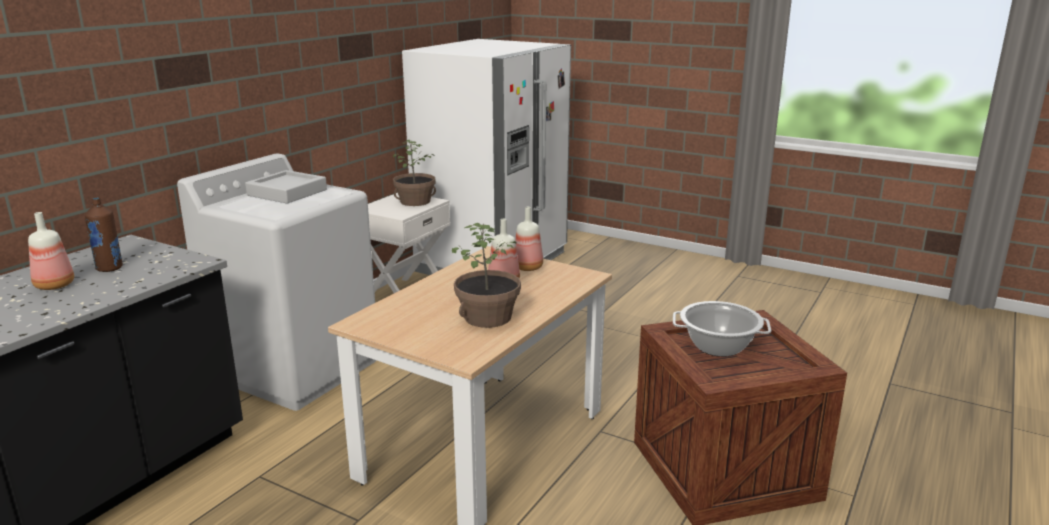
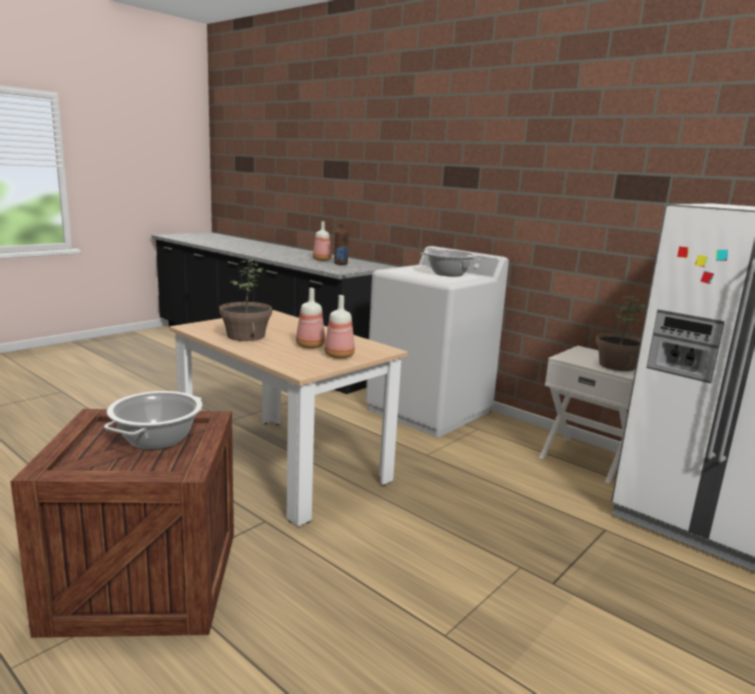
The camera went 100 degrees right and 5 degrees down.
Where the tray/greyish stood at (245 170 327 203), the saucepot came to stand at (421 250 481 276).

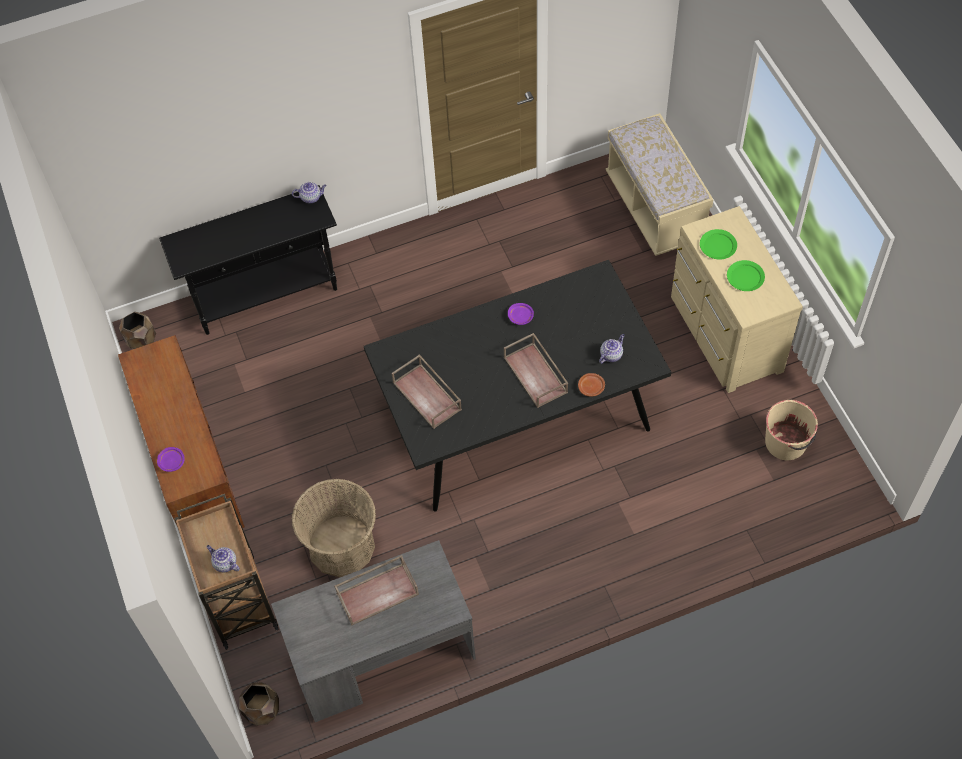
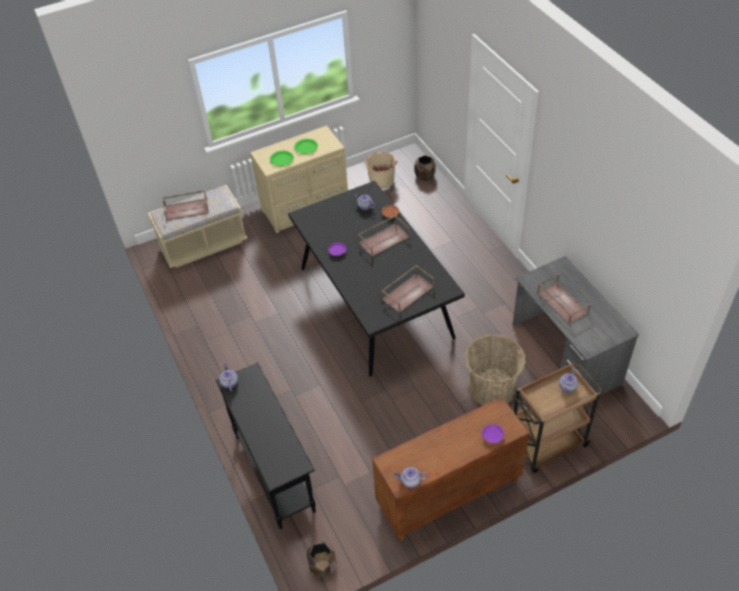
The camera went 95 degrees left and 10 degrees down.
The second view gained the tray/brownish at (163 190 209 221).
The second view gained the pot for tea at (394 467 427 488).
The plant pot/brownish ended up elsewhere, having gone from (239 682 279 726) to (414 155 436 181).

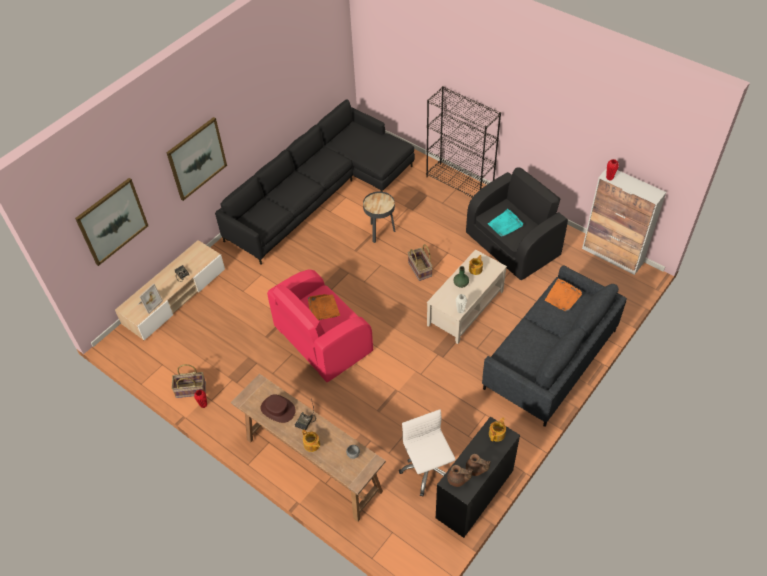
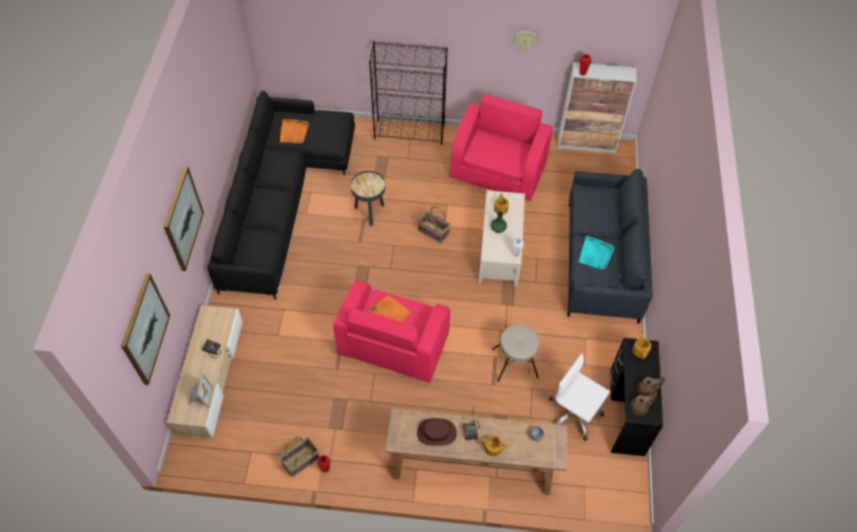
The camera went 35 degrees left and 5 degrees up.
The tray/orange ended up elsewhere, having gone from (545 279 582 311) to (280 119 309 144).
What was the lounge chair/blackish at (466 167 568 280) turned into the lounge chair/pinkish at (450 95 553 201).
The second view gained the stool seat/beige-coloured at (492 324 539 382).
The second view gained the clock on the wall at (513 31 538 51).
The tray/blue-green ended up elsewhere, having gone from (488 209 523 236) to (579 236 614 270).

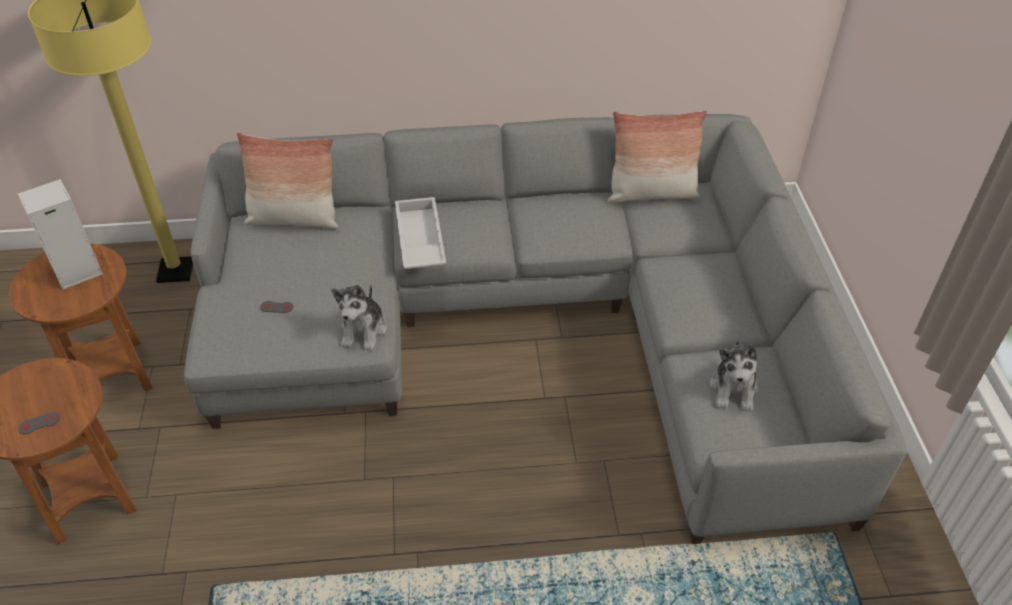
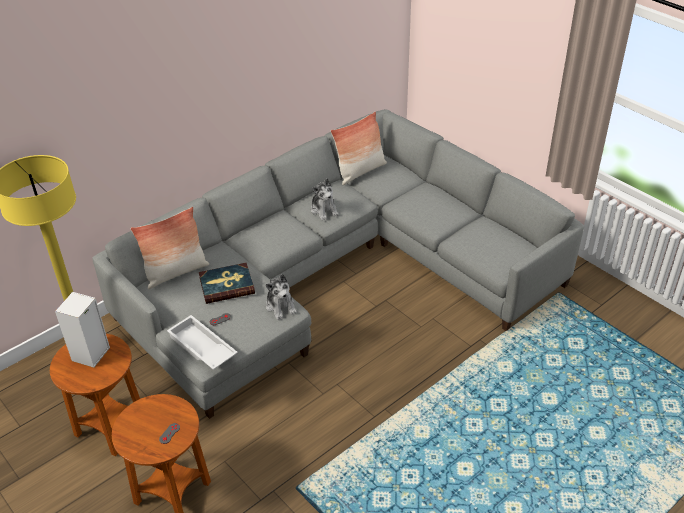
The camera went 35 degrees left and 5 degrees down.
The tray/whitish ended up elsewhere, having gone from (395 197 446 269) to (167 315 238 370).
The second view gained the book at (199 263 255 304).
The soft toy ended up elsewhere, having gone from (710 339 759 412) to (311 178 339 221).

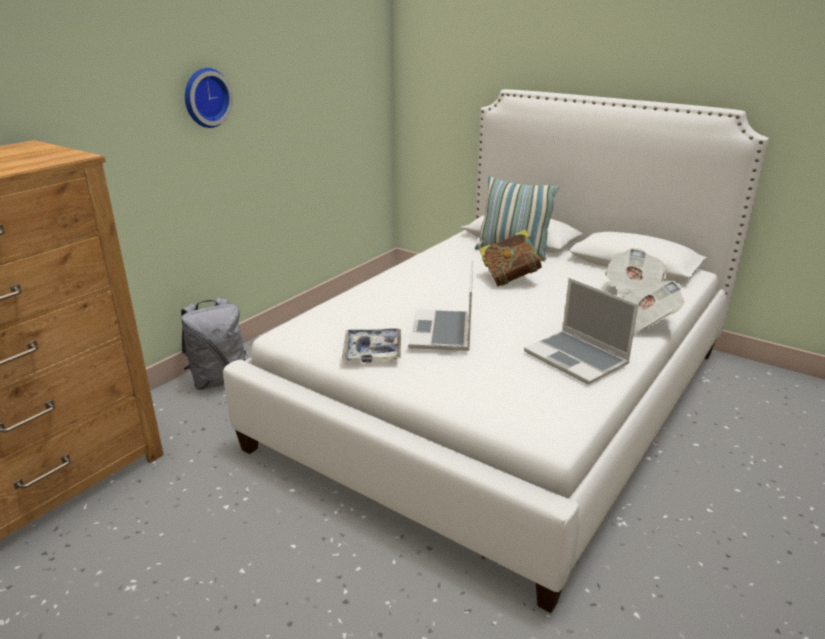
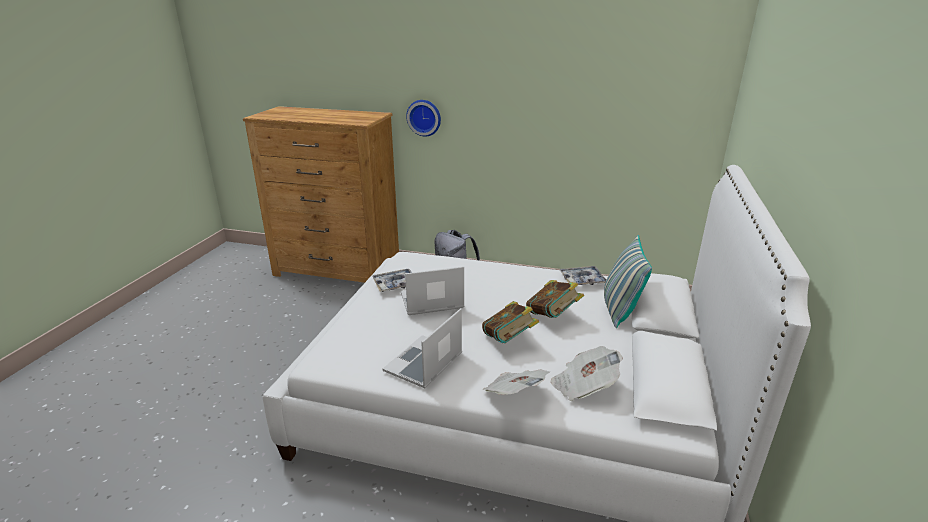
The camera went 70 degrees right and 0 degrees up.
The clock on the wall ended up elsewhere, having gone from (185 68 233 128) to (406 100 441 137).
The second view gained the book at (482 301 539 343).
The second view gained the tray at (559 266 606 285).

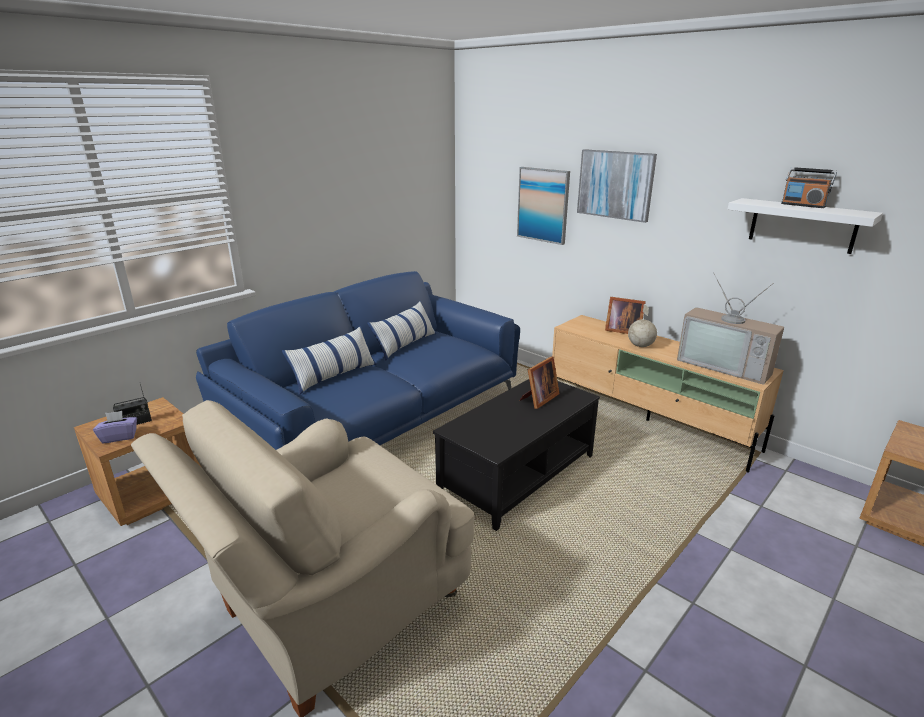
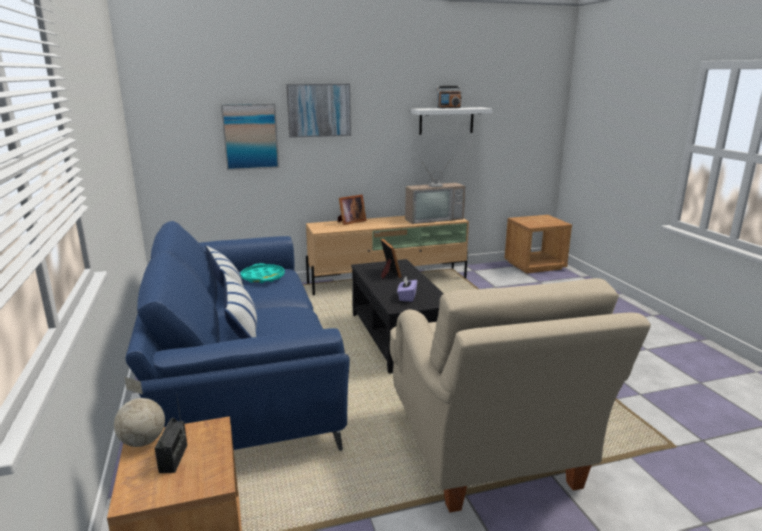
The camera went 60 degrees left and 5 degrees down.
The world globe ended up elsewhere, having gone from (628 304 657 347) to (114 377 165 447).
The second view gained the tray/blue-green at (241 263 285 283).
The tissue box/purple-coloured ended up elsewhere, having gone from (93 411 137 443) to (397 276 417 302).

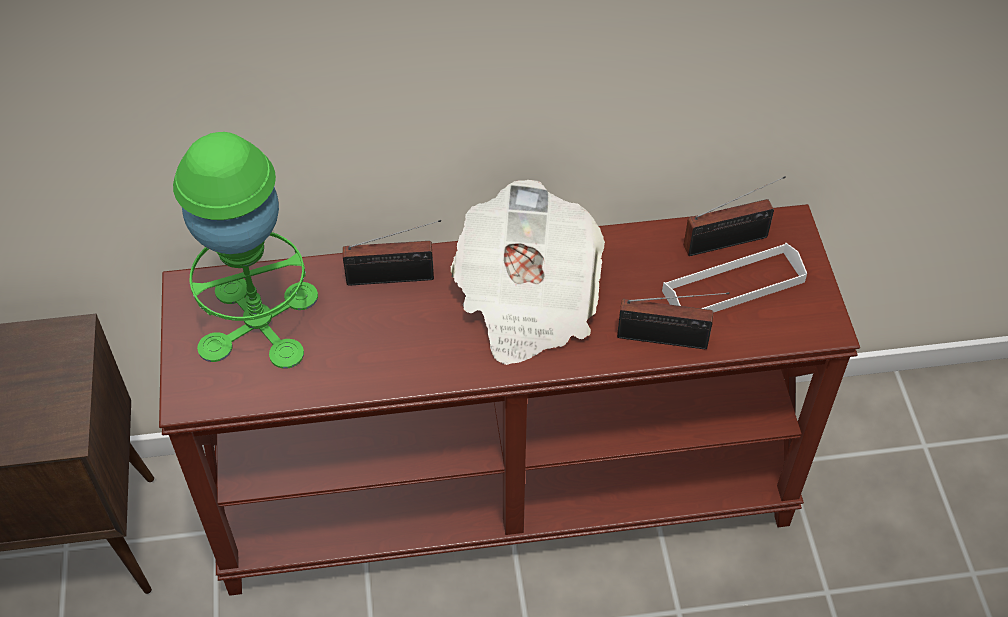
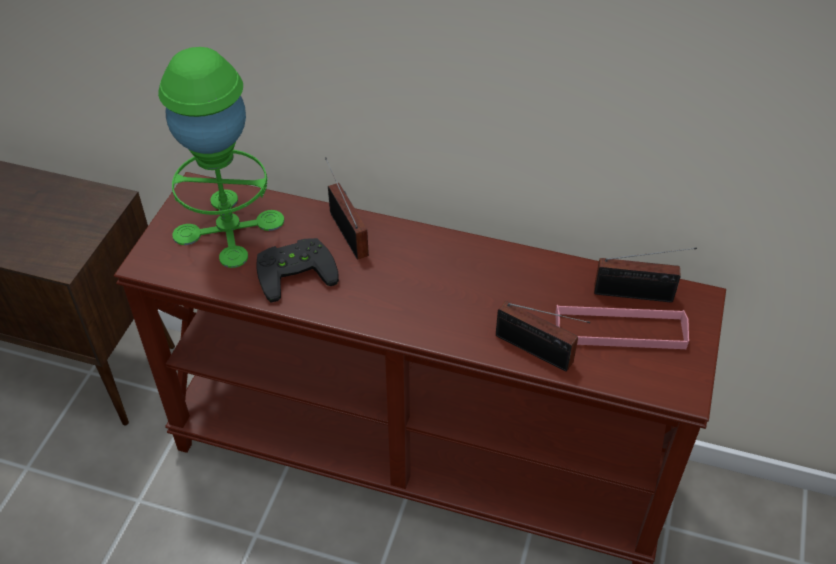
The camera went 25 degrees right and 5 degrees down.
The second view gained the joypad/blackish at (256 238 339 302).
The radio at (343 220 441 286) ended up facing another way, 135 degrees counterclockwise from before.
What was the tray/whitish at (662 243 807 313) turned into the tray/pinkish at (555 305 689 349).
The second view lost the printed paper at (451 180 605 365).

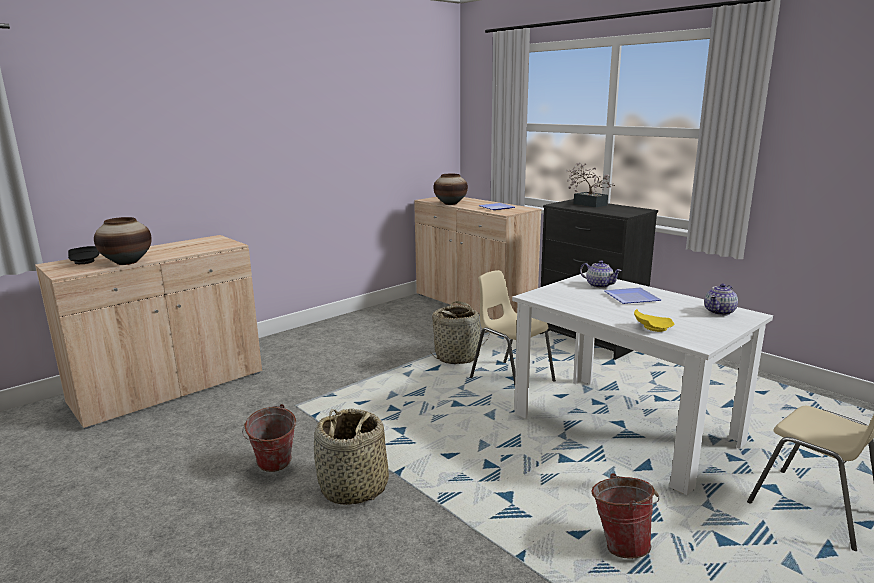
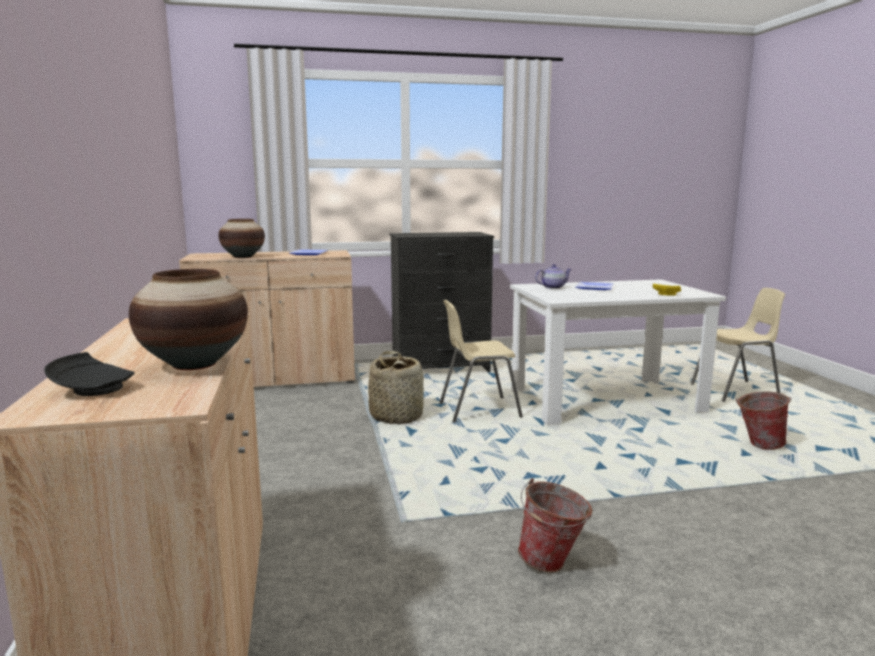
The camera went 60 degrees left and 5 degrees down.
The second view lost the storage basket at (314 409 389 505).
The second view lost the houseplant at (566 163 615 207).
The second view lost the pot for tea at (704 284 738 316).

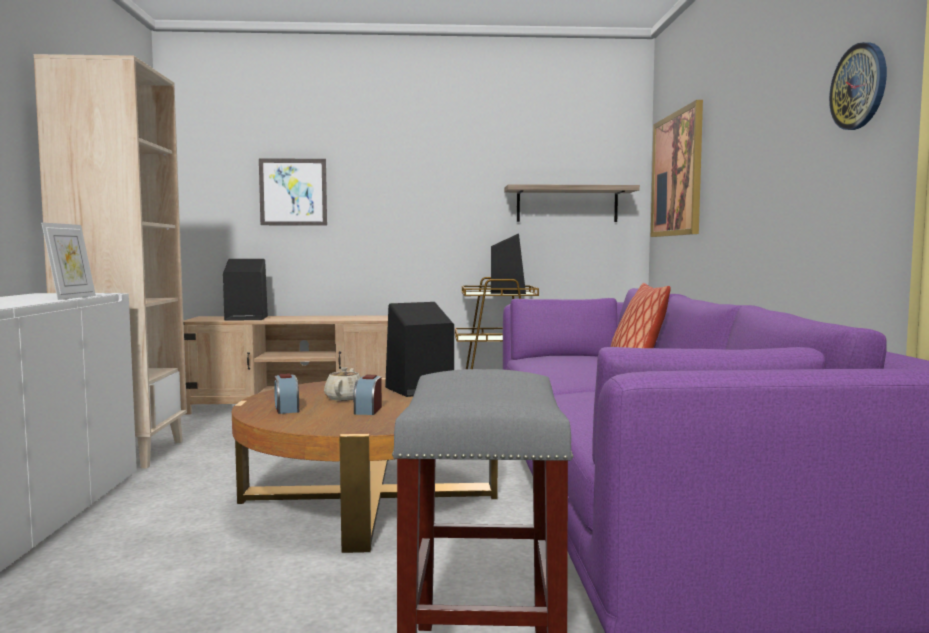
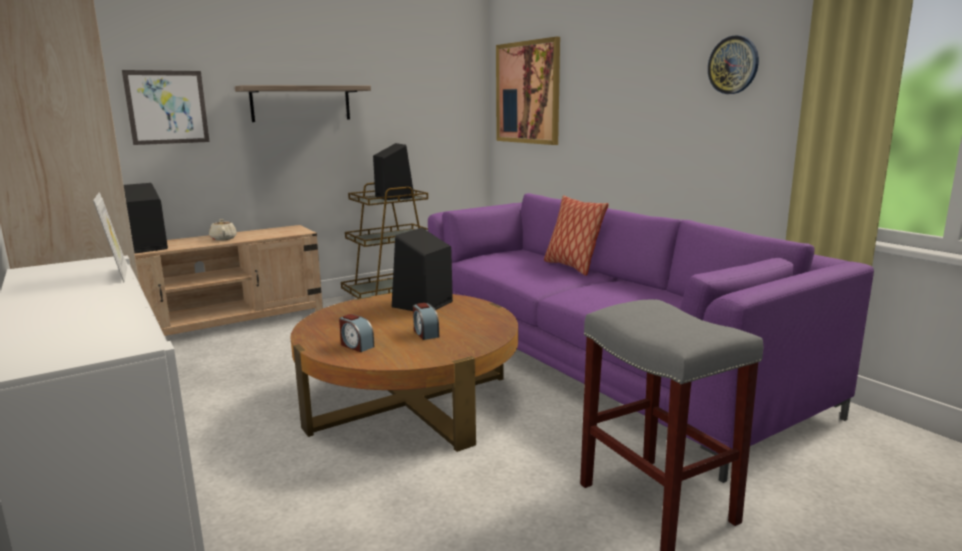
The camera went 30 degrees left and 10 degrees up.
The pot for tea/beige-coloured ended up elsewhere, having gone from (324 367 361 401) to (209 219 237 241).
The bracket shelf ended up elsewhere, having gone from (504 184 640 222) to (235 85 371 122).

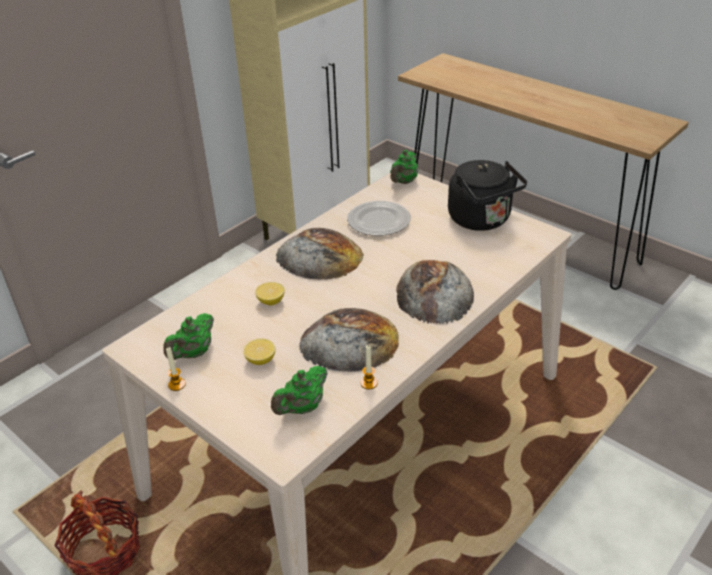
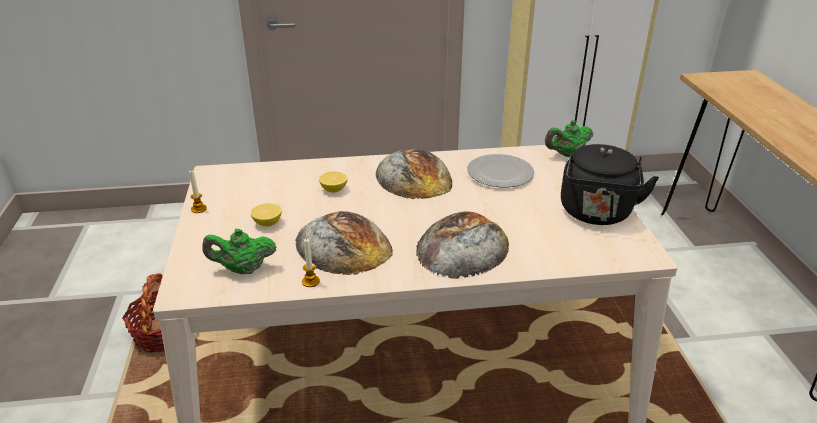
The camera went 40 degrees right and 5 degrees down.
The second view lost the pot for tea/greenish at (163 313 214 360).

